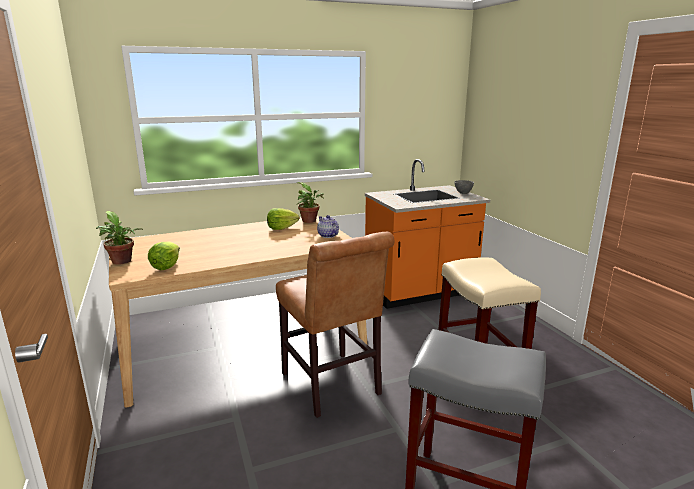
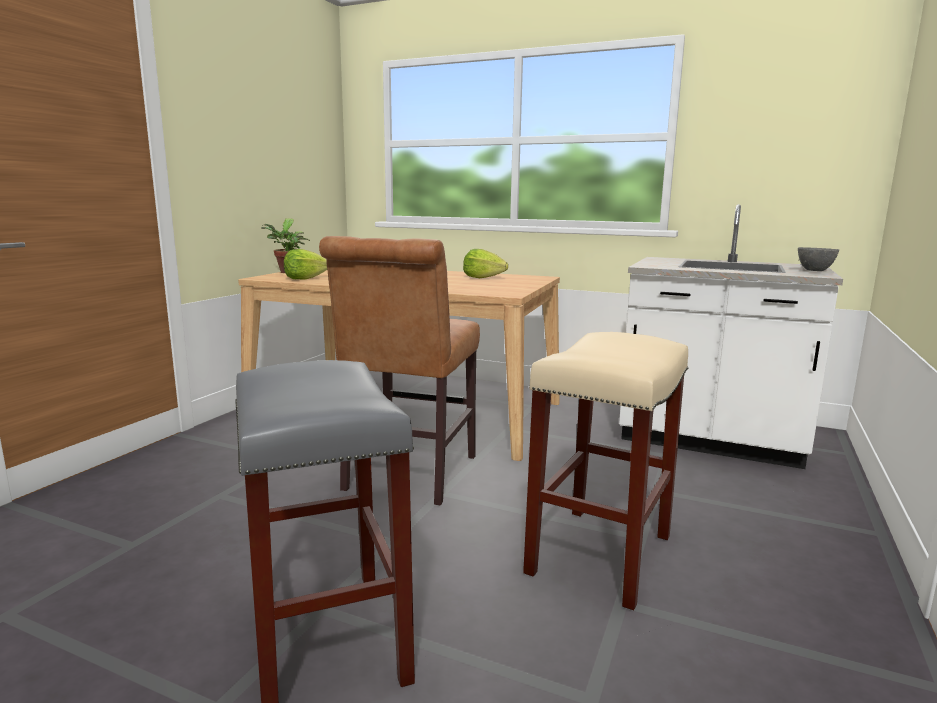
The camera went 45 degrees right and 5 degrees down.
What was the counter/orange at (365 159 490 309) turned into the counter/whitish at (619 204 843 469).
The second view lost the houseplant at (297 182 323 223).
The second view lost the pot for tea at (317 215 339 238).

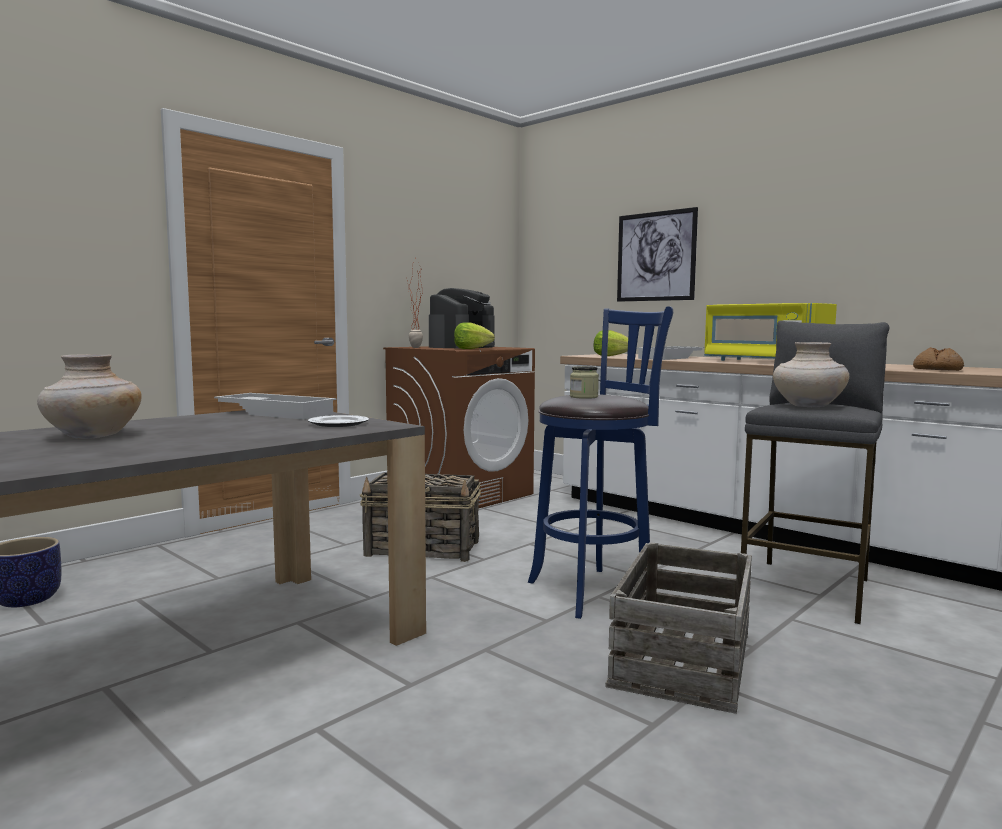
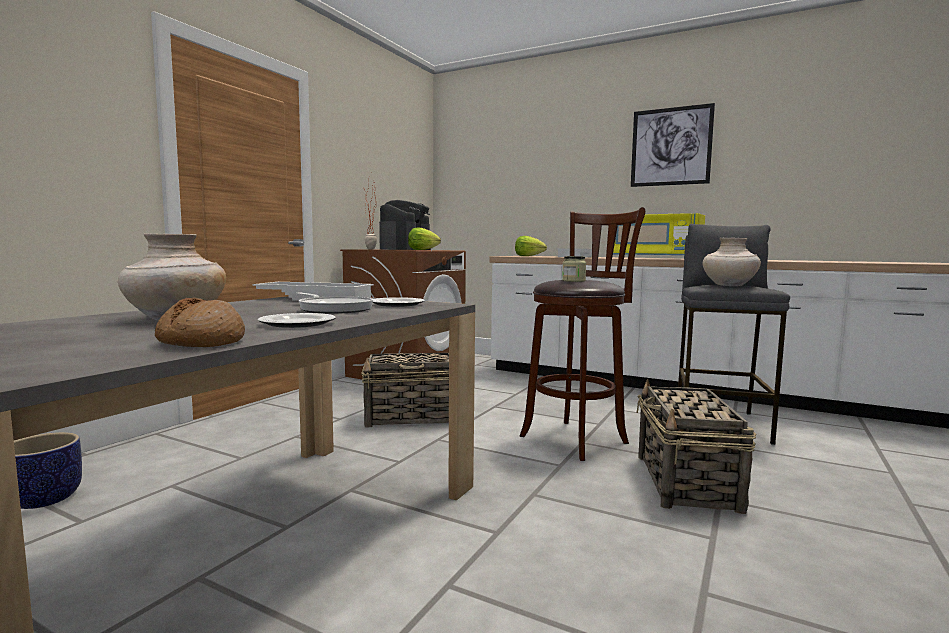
The camera went 15 degrees left and 0 degrees up.
The bakery bread ended up elsewhere, having gone from (913 347 964 371) to (155 297 245 347).
The second view gained the plate at (258 313 336 328).
The second view gained the skillet at (296 293 373 314).
What was the stool seat/blue-coloured at (528 306 673 619) turned into the stool seat/brownish at (519 207 645 461).
The picture ended up elsewhere, having gone from (617 207 698 302) to (631 103 715 187).
Where the shipping crate stood at (605 542 752 714), the storage basket came to stand at (637 379 756 514).

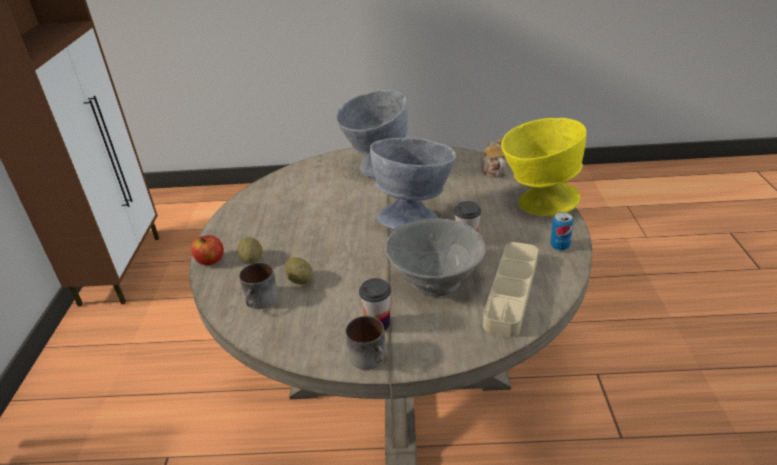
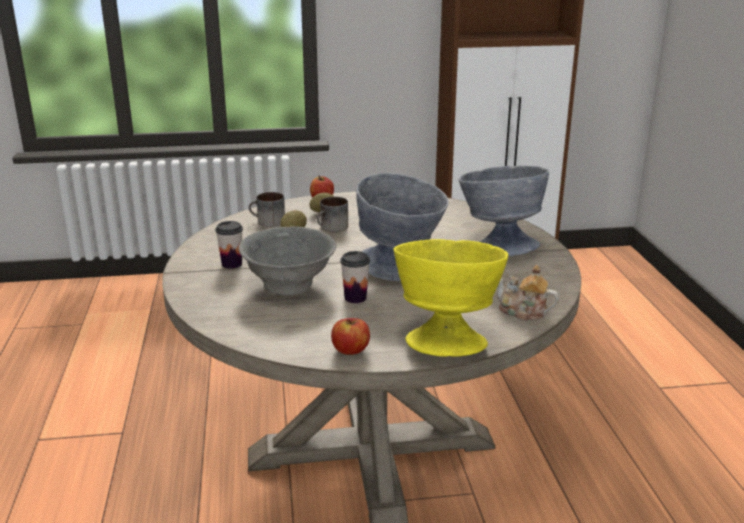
The camera went 80 degrees right and 10 degrees down.
The coffee mug ended up elsewhere, having gone from (346 316 387 370) to (317 197 348 232).
Where the can stood at (550 212 573 251), the apple came to stand at (331 318 370 355).
The pot for tea at (480 138 507 178) ended up facing another way, 135 degrees counterclockwise from before.
The second view lost the tray/beige-coloured at (483 242 538 337).

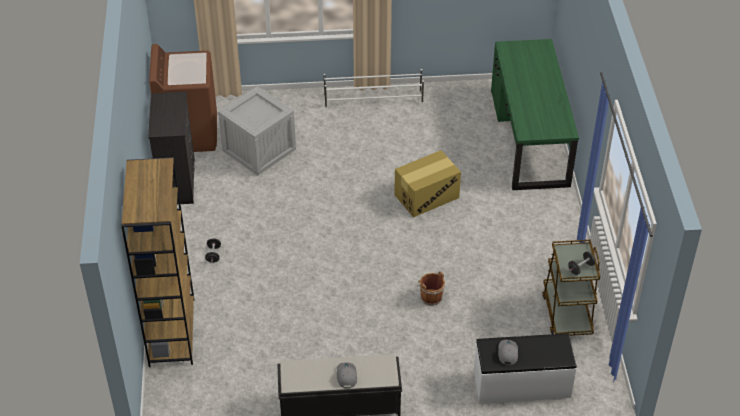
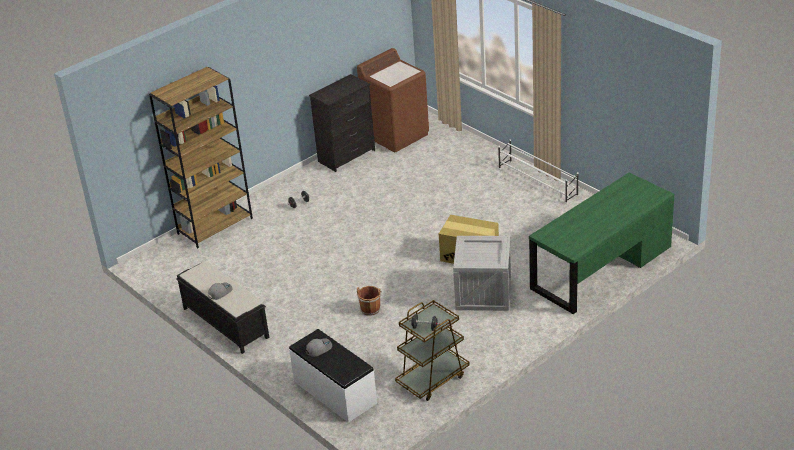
The camera went 55 degrees right and 10 degrees down.
The shipping crate ended up elsewhere, having gone from (218 86 296 176) to (453 236 511 311).

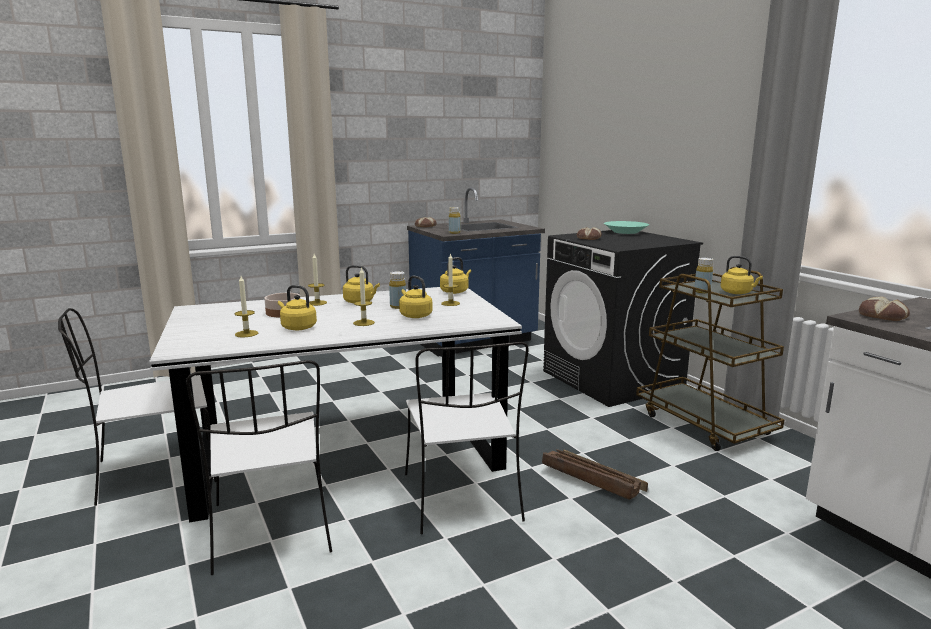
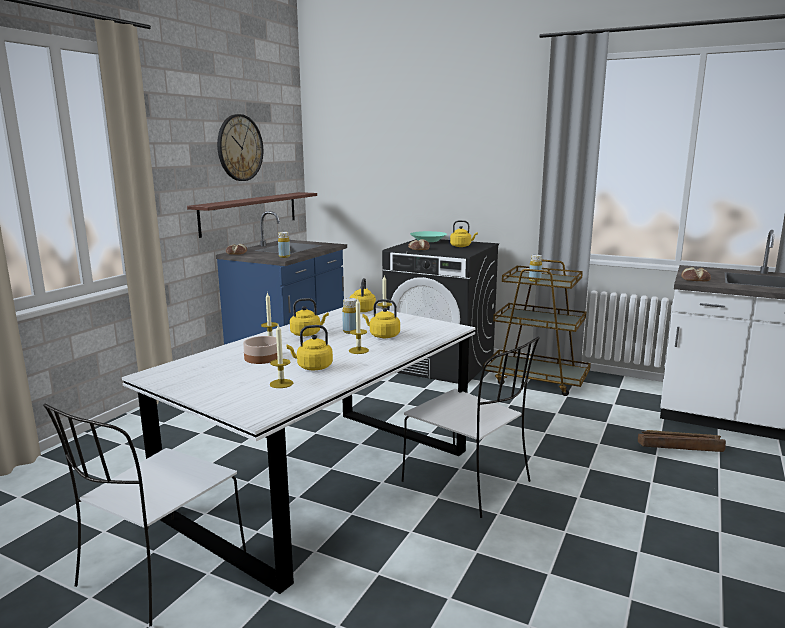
The camera went 35 degrees left and 0 degrees up.
The second view gained the bracket shelf at (187 192 317 238).
The second view gained the clock on the wall at (217 114 263 181).
The kettle/yellow ended up elsewhere, having gone from (720 256 763 294) to (450 220 478 247).
The shipping crate ended up elsewhere, having gone from (542 449 648 500) to (638 430 726 452).
The second view lost the plain chair/whitish at (186 360 332 575).

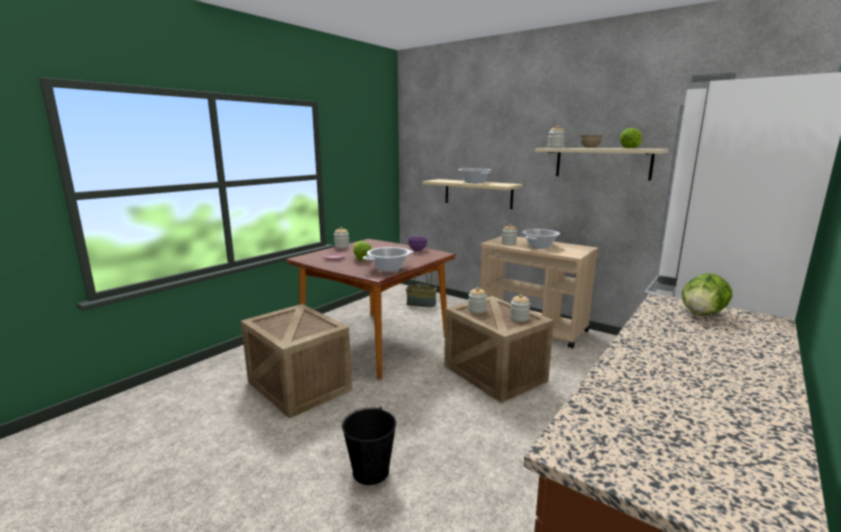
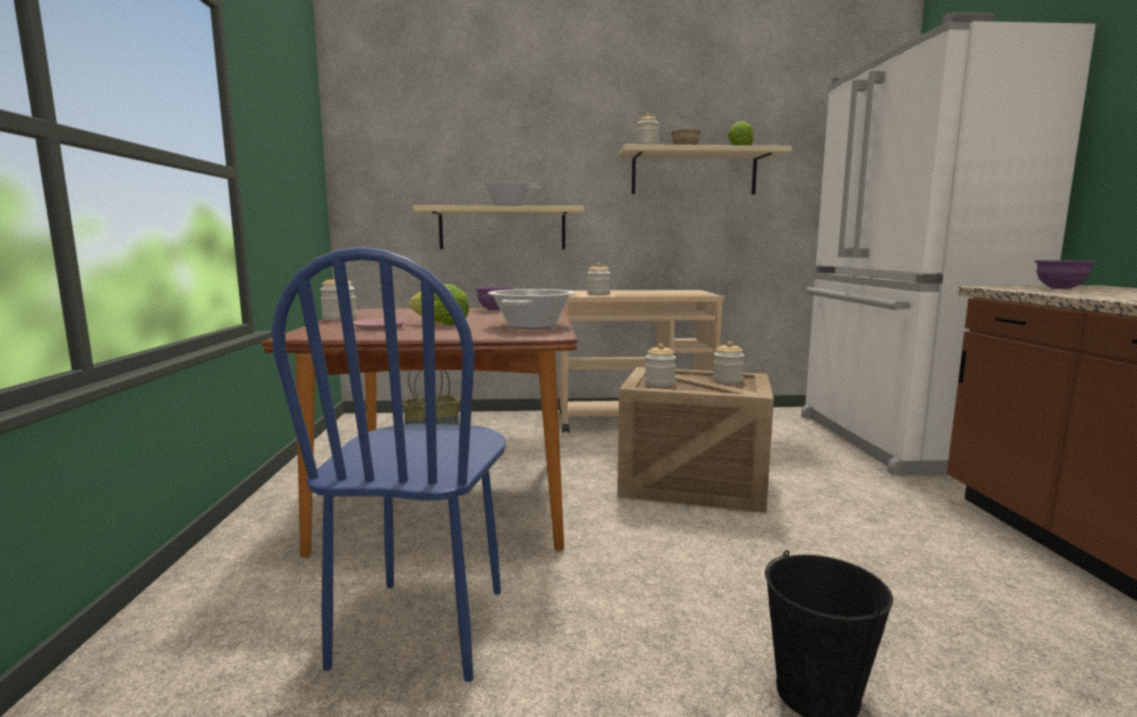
The camera went 40 degrees left and 5 degrees down.
Where the shipping crate stood at (241 304 352 419), the plain chair/blue-coloured came to stand at (272 247 506 682).
Where the lettuce head stood at (682 273 732 316), the deep dish/purple-coloured came to stand at (1035 260 1096 289).
The second view lost the saucepot at (522 229 560 249).

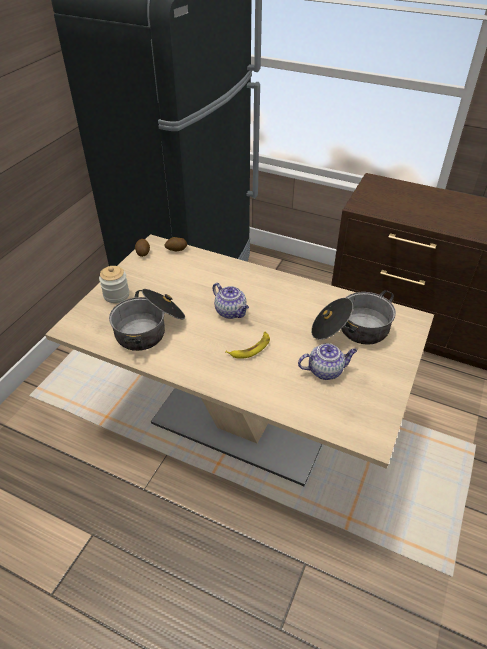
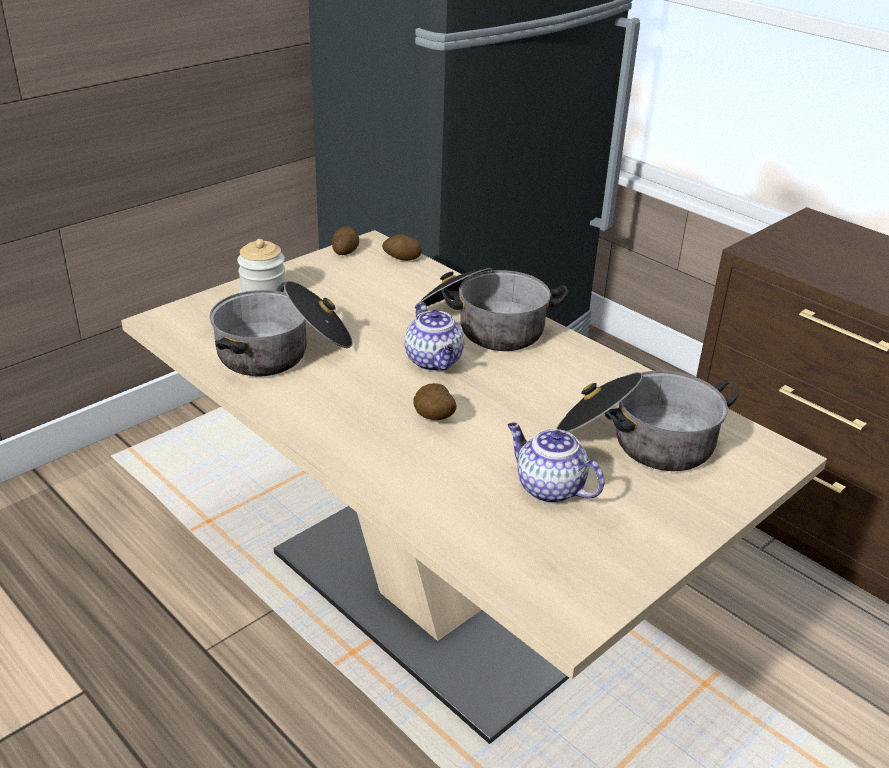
The camera went 20 degrees right and 10 degrees down.
Where the banana stood at (225 331 270 359), the spud came to stand at (413 383 456 420).
The second view gained the saucepot at (415 268 568 351).
The pot for tea at (298 343 357 380) ended up facing another way, 150 degrees counterclockwise from before.

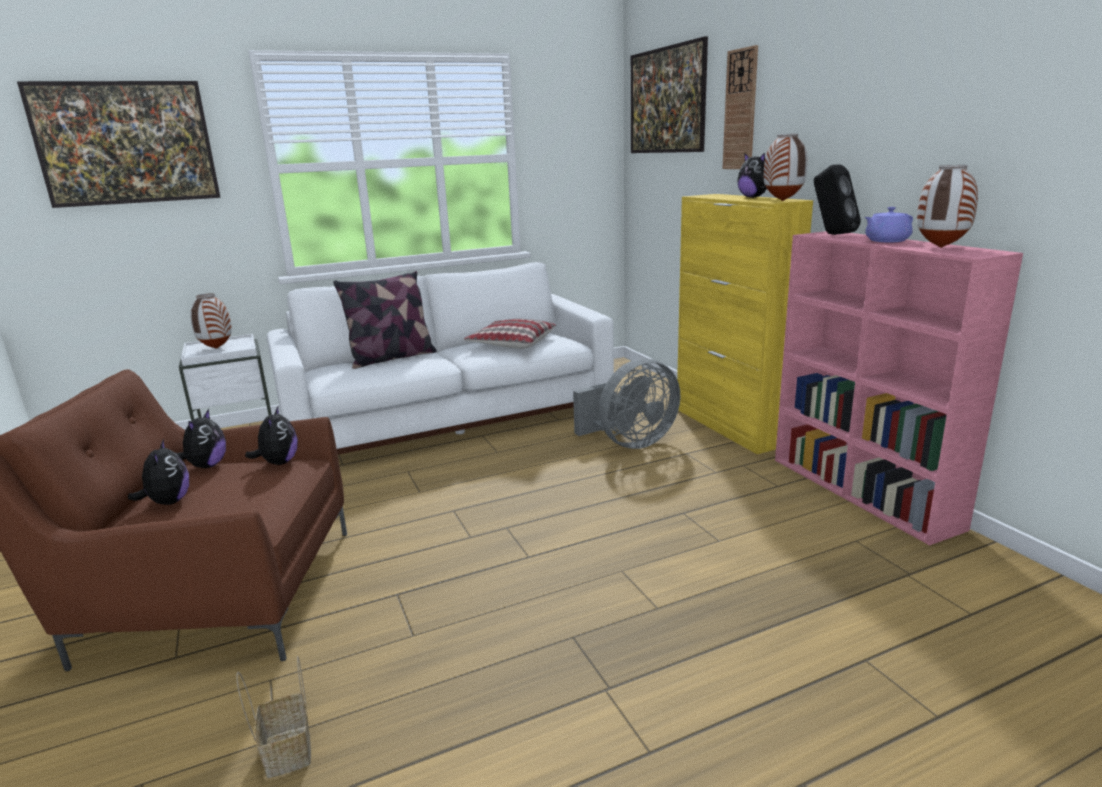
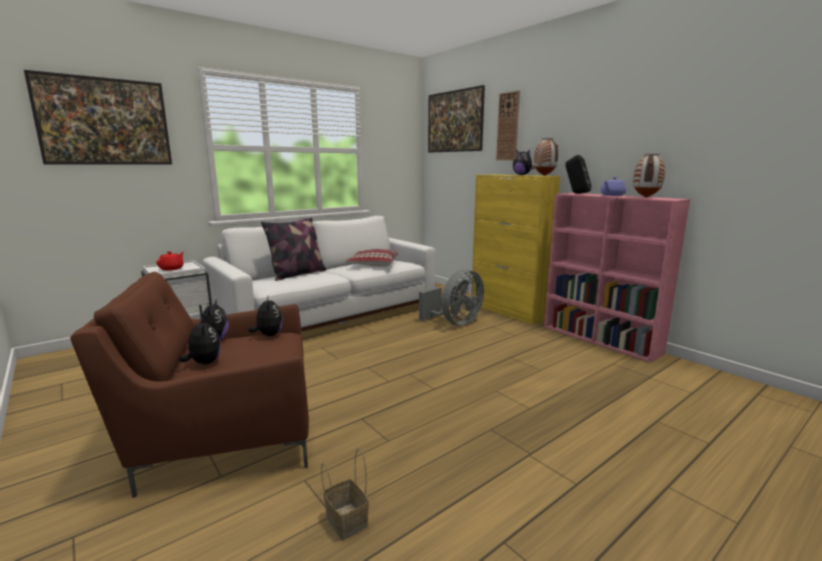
The camera went 15 degrees left and 5 degrees down.
Where the decorative vase stood at (190 293 232 349), the pot for tea/reddish came to stand at (156 251 184 271).

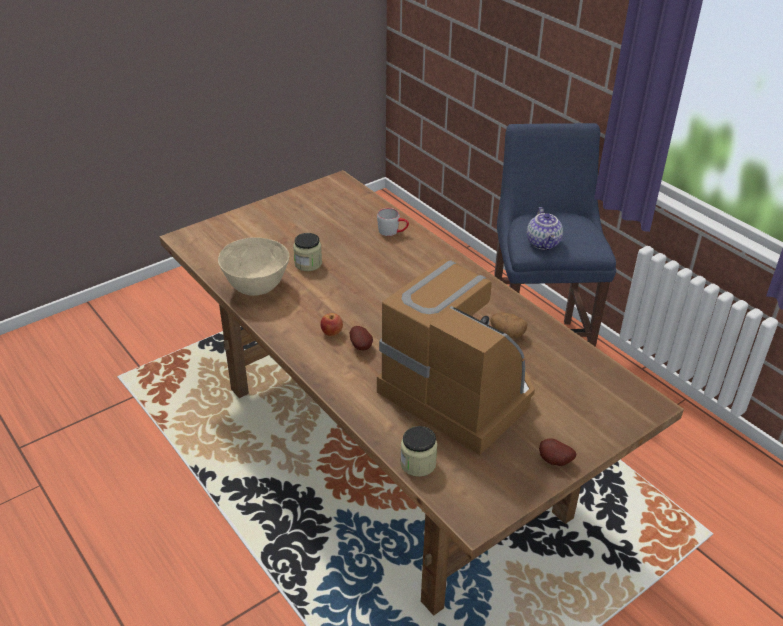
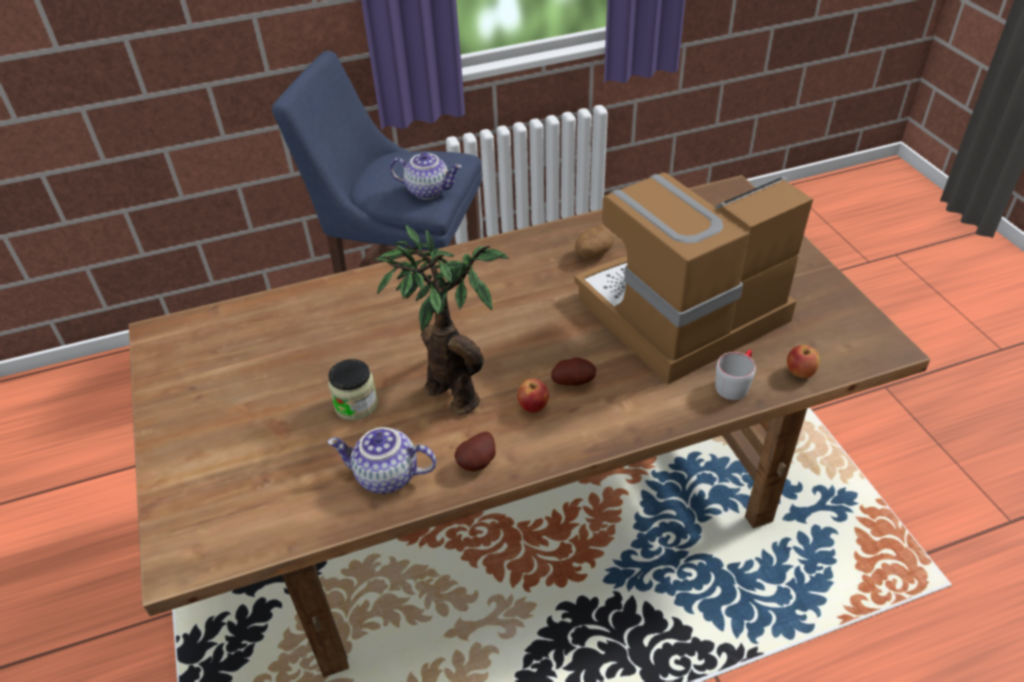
The camera went 70 degrees left and 5 degrees up.
Where the deep dish/beige-coloured stood at (218 237 289 296), the pot for tea came to stand at (327 427 436 494).
The second view gained the houseplant at (374 225 509 415).
The spud ended up elsewhere, having gone from (539 438 576 466) to (455 432 496 472).
The coffee mug/greyish ended up elsewhere, having gone from (377 208 409 236) to (715 350 756 400).
Where the storage jar stood at (400 426 437 477), the apple came to stand at (787 345 820 378).

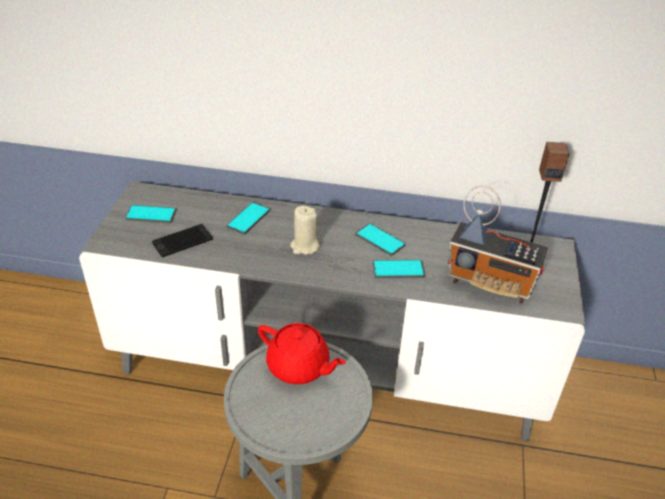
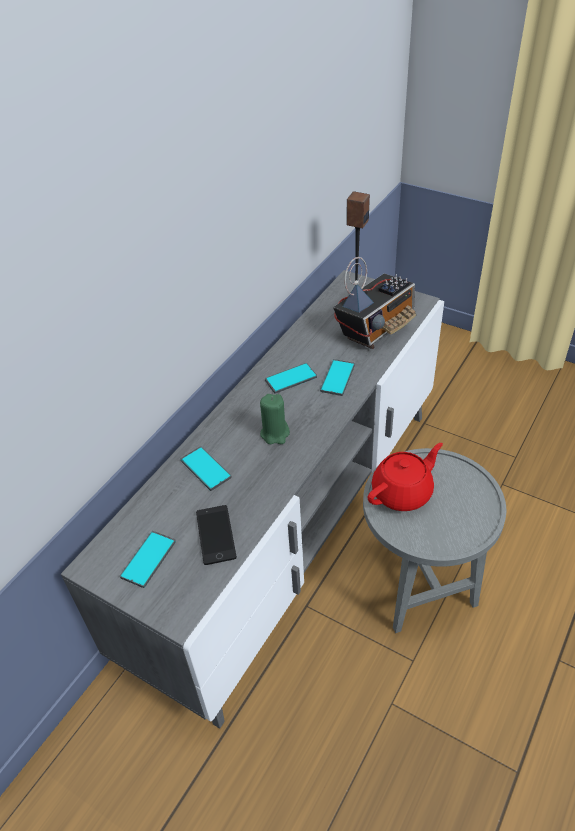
The camera went 65 degrees left and 5 degrees up.
What was the candle/beige-coloured at (290 206 320 255) turned into the candle/greenish at (260 394 290 444).

